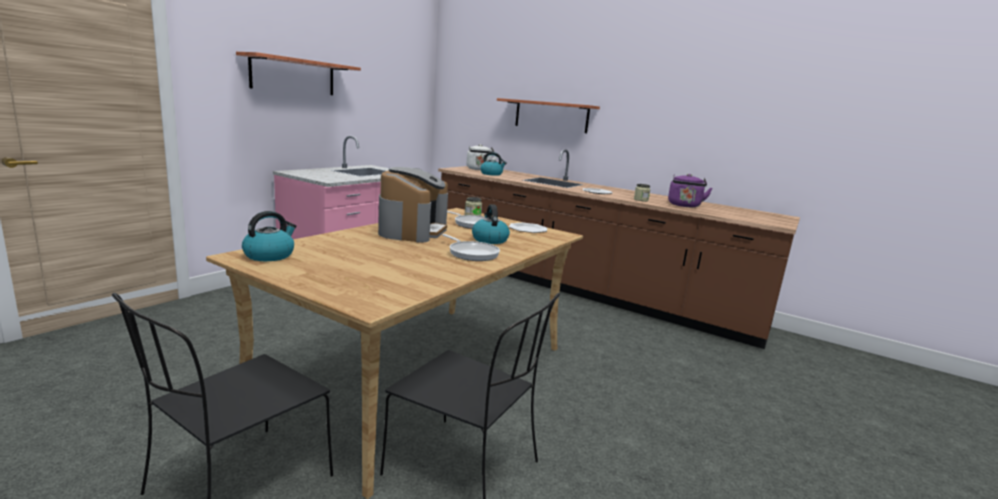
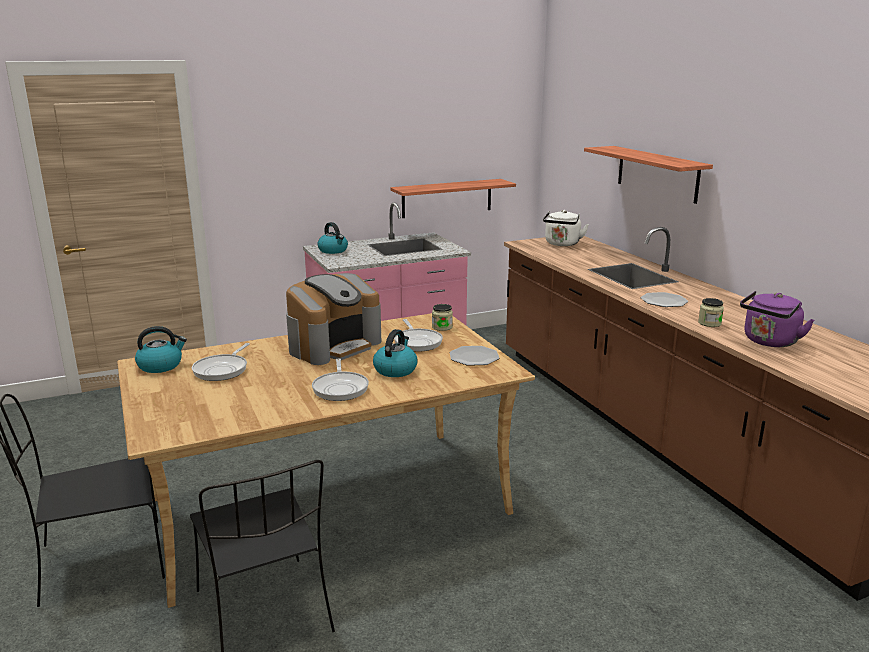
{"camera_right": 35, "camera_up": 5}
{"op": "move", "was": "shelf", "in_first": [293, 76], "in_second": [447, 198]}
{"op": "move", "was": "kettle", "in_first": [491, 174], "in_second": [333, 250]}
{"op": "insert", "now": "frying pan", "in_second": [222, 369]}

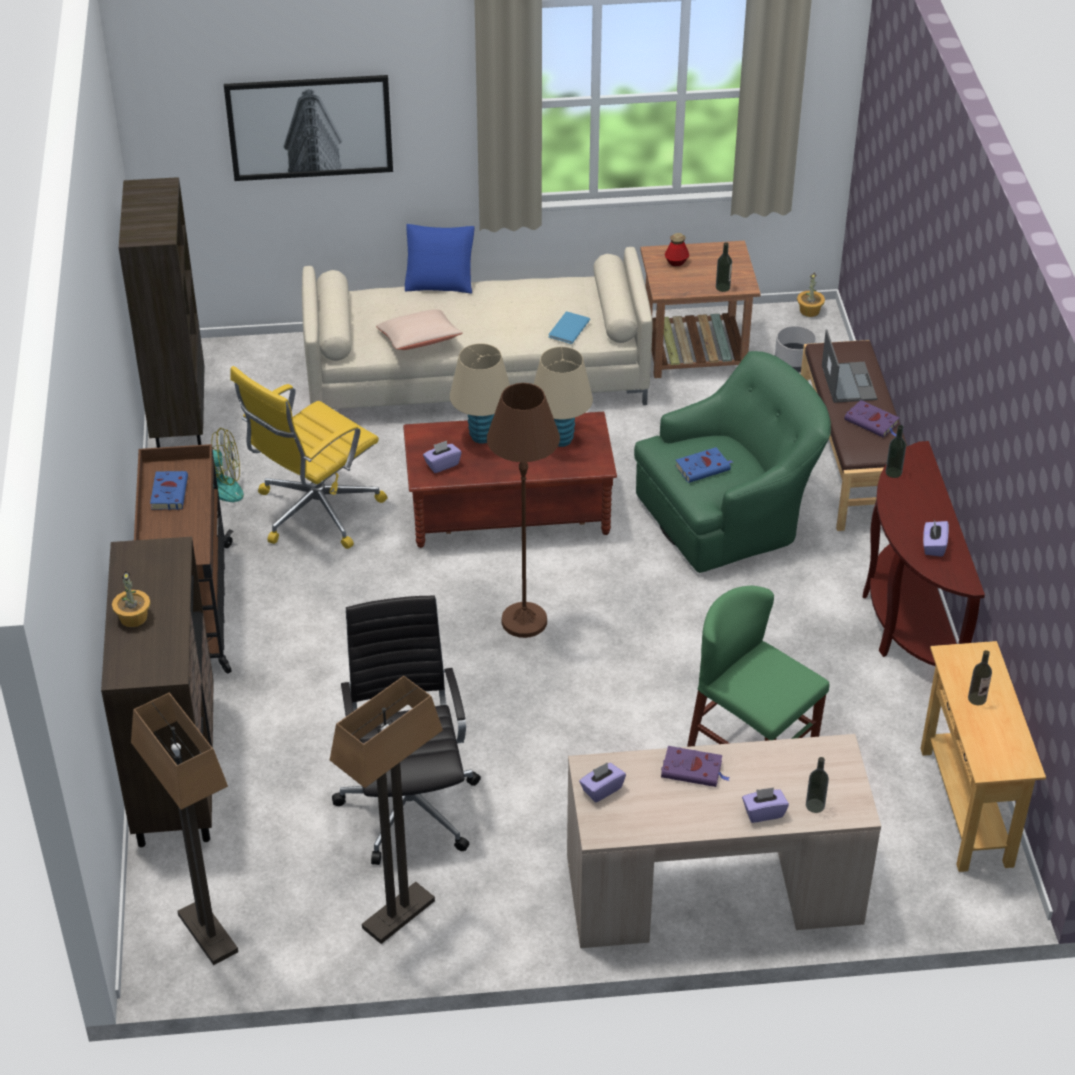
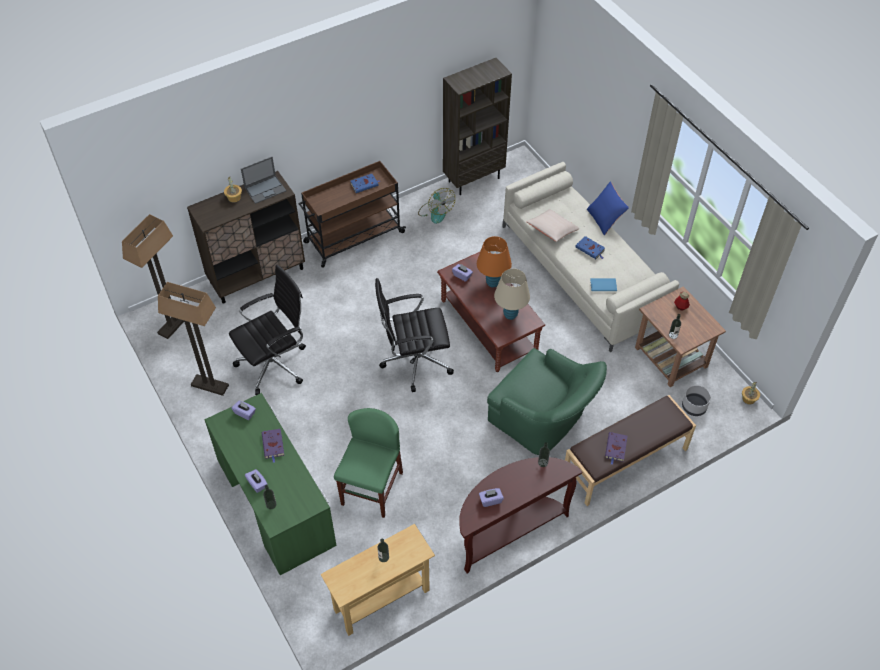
{"camera_right": 65, "camera_up": 10}
{"op": "delete", "was": "picture", "in_first": [310, 127]}
{"op": "delete", "was": "yellow office chair", "in_first": [314, 512]}
{"op": "recolor", "was": "beige table lamp", "now": "orange table lamp", "in_first": [482, 436], "in_second": [493, 283]}
{"op": "replace", "was": "brown floor lamp", "now": "black office chair", "in_first": [524, 621], "in_second": [414, 361]}
{"op": "recolor", "was": "beige desk", "now": "green desk", "in_first": [712, 888], "in_second": [276, 501]}
{"op": "move", "was": "blue book", "in_first": [703, 467], "in_second": [590, 249]}
{"op": "move", "was": "laptop", "in_first": [848, 382], "in_second": [265, 189]}

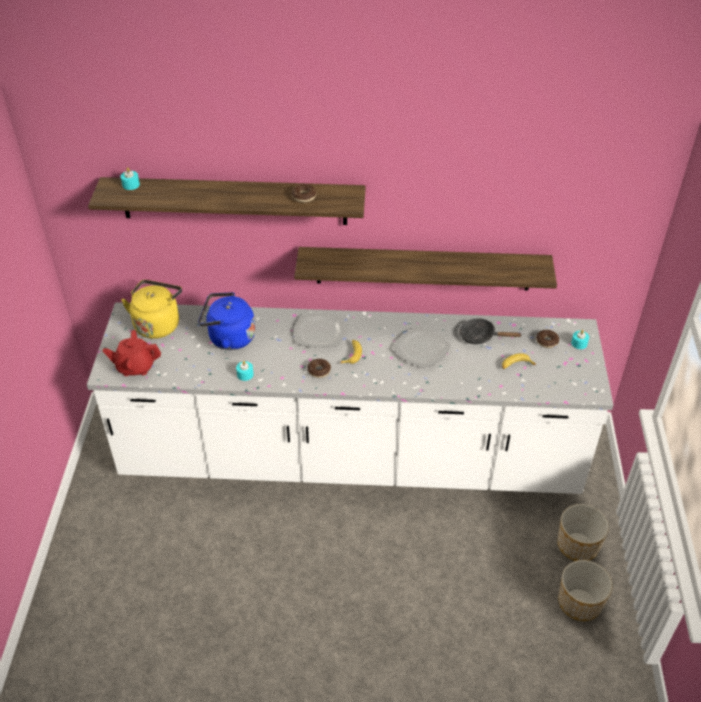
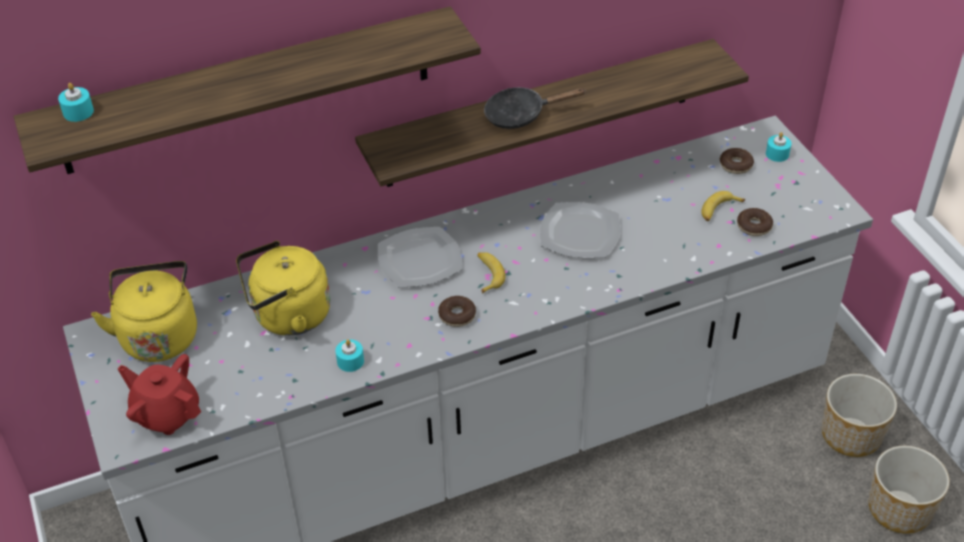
{"camera_right": -25, "camera_up": 0}
{"op": "rotate", "was": "red teapot", "in_first": [135, 367], "in_second": [166, 414], "clockwise": 60}
{"op": "recolor", "was": "blue kettle", "now": "yellow kettle", "in_first": [228, 338], "in_second": [287, 316]}
{"op": "move", "was": "donut", "in_first": [304, 196], "in_second": [754, 226]}
{"op": "move", "was": "black frying pan", "in_first": [480, 336], "in_second": [520, 115]}

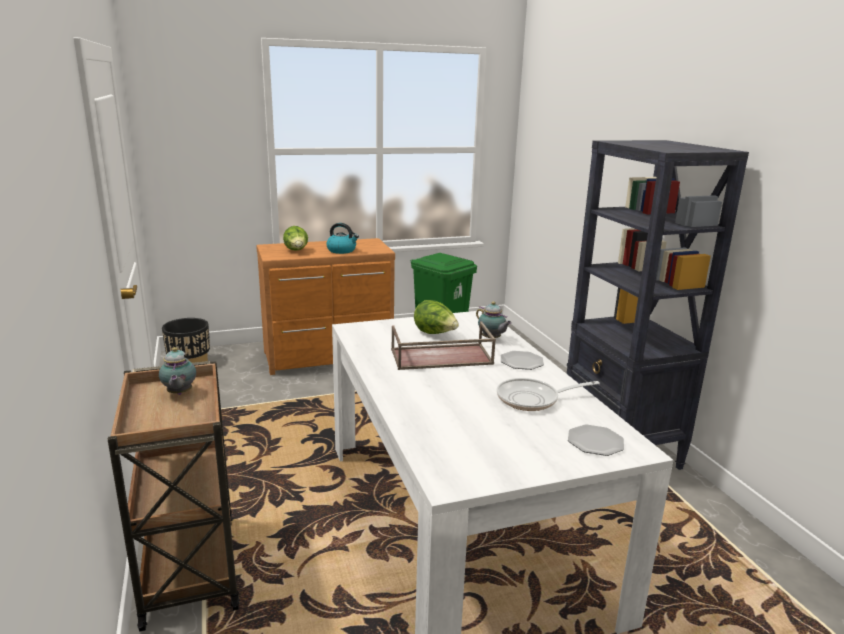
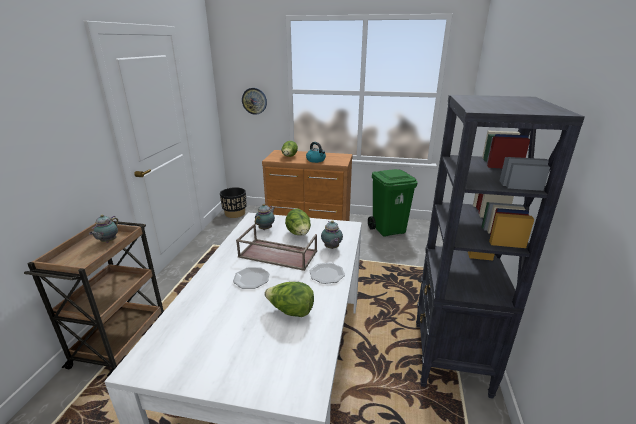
{"camera_right": 30, "camera_up": 5}
{"op": "replace", "was": "frying pan", "now": "lettuce", "in_first": [533, 399], "in_second": [291, 311]}
{"op": "move", "was": "plate", "in_first": [594, 442], "in_second": [251, 279]}
{"op": "insert", "now": "wall clock", "in_second": [254, 101]}
{"op": "insert", "now": "teapot", "in_second": [266, 228]}

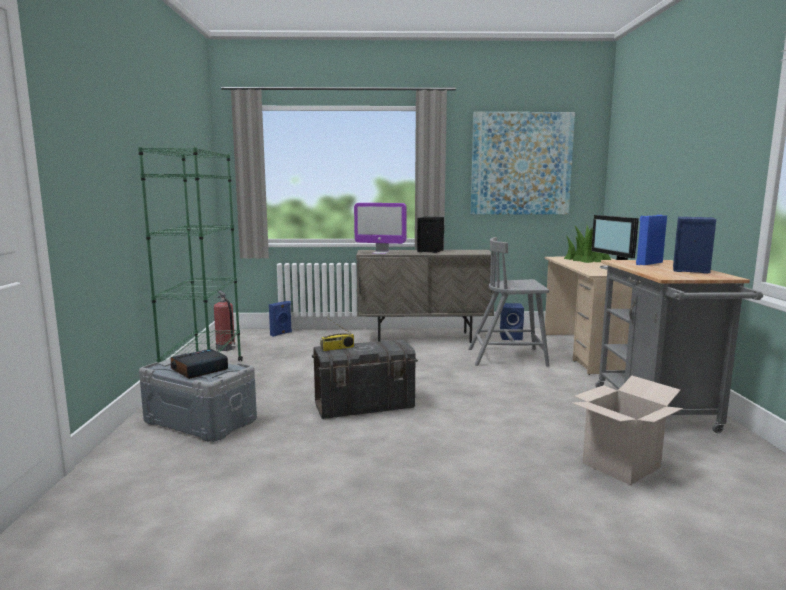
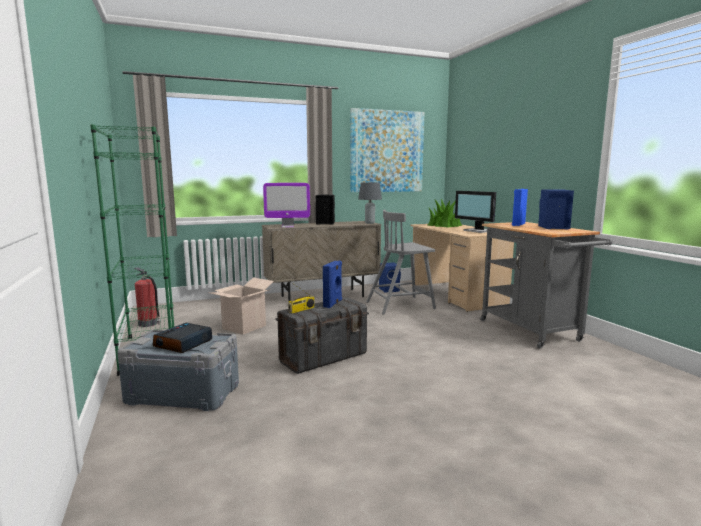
{"camera_right": -20, "camera_up": 0}
{"op": "move", "was": "blue speaker", "in_first": [281, 334], "in_second": [333, 304]}
{"op": "move", "was": "cardboard box", "in_first": [621, 465], "in_second": [244, 327]}
{"op": "insert", "now": "grey table lamp", "in_second": [369, 223]}

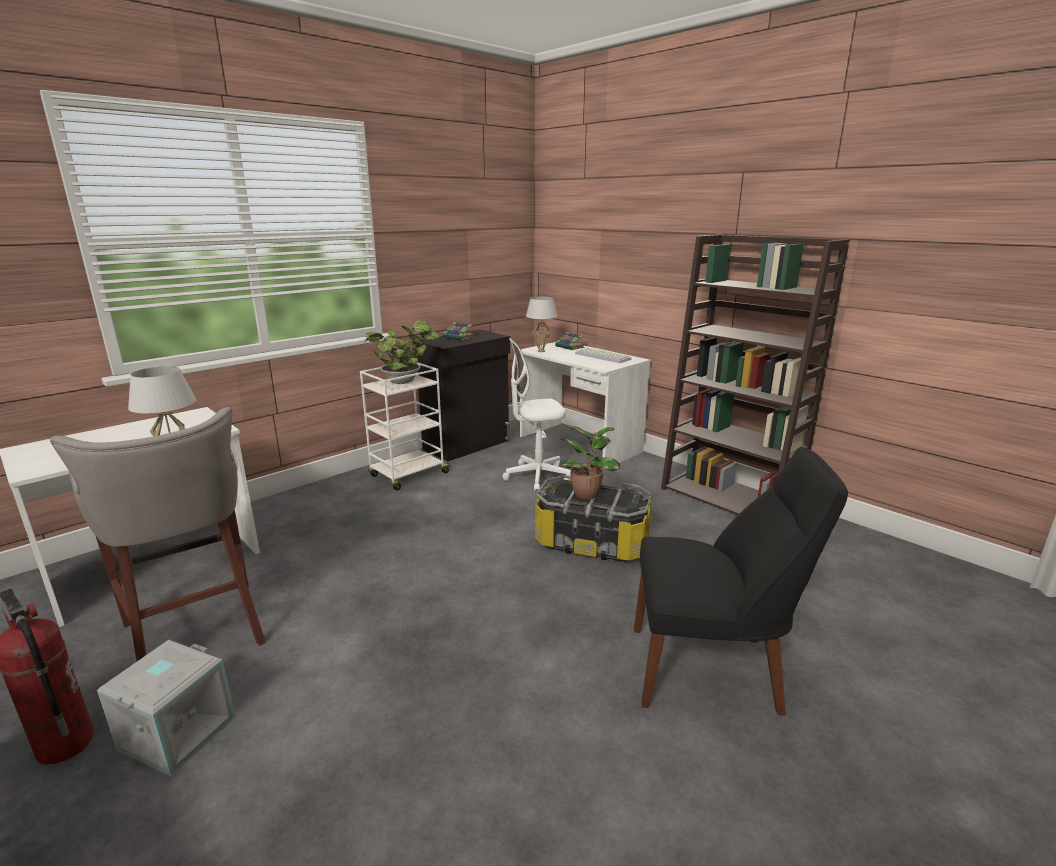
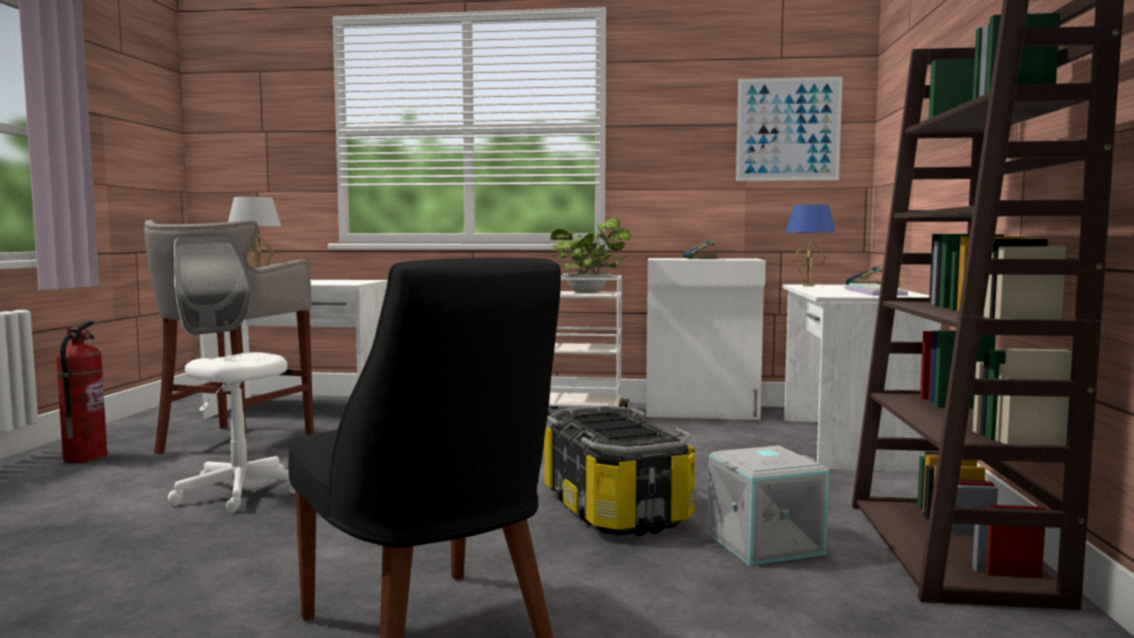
{"camera_right": 50, "camera_up": -15}
{"op": "move", "was": "grey storage box", "in_first": [177, 731], "in_second": [764, 543]}
{"op": "recolor", "was": "black cabinet", "now": "white cabinet", "in_first": [468, 445], "in_second": [702, 412]}
{"op": "move", "was": "white office chair", "in_first": [537, 476], "in_second": [238, 492]}
{"op": "recolor", "was": "white table lamp", "now": "blue table lamp", "in_first": [541, 351], "in_second": [808, 286]}
{"op": "delete", "was": "potted plant", "in_first": [587, 494]}
{"op": "insert", "now": "picture", "in_second": [788, 129]}

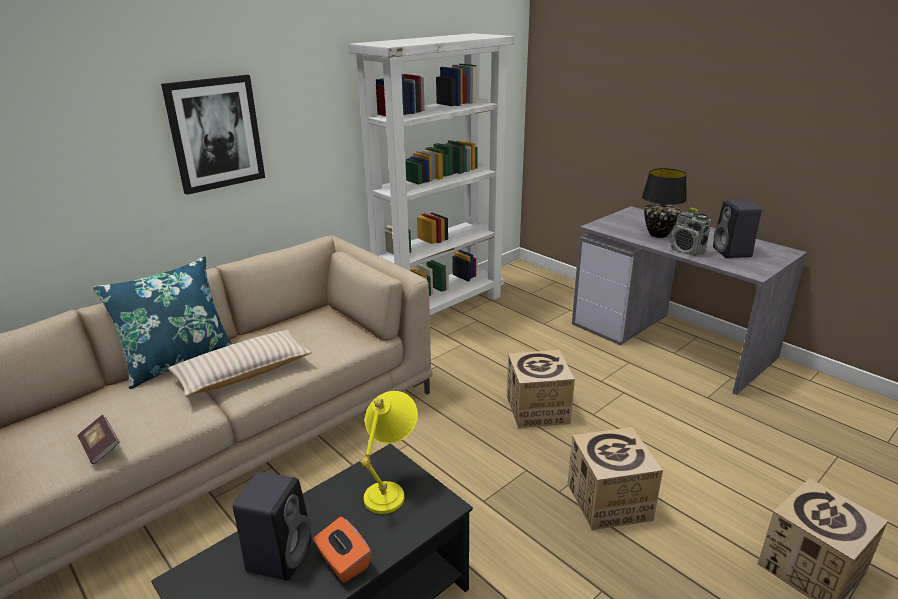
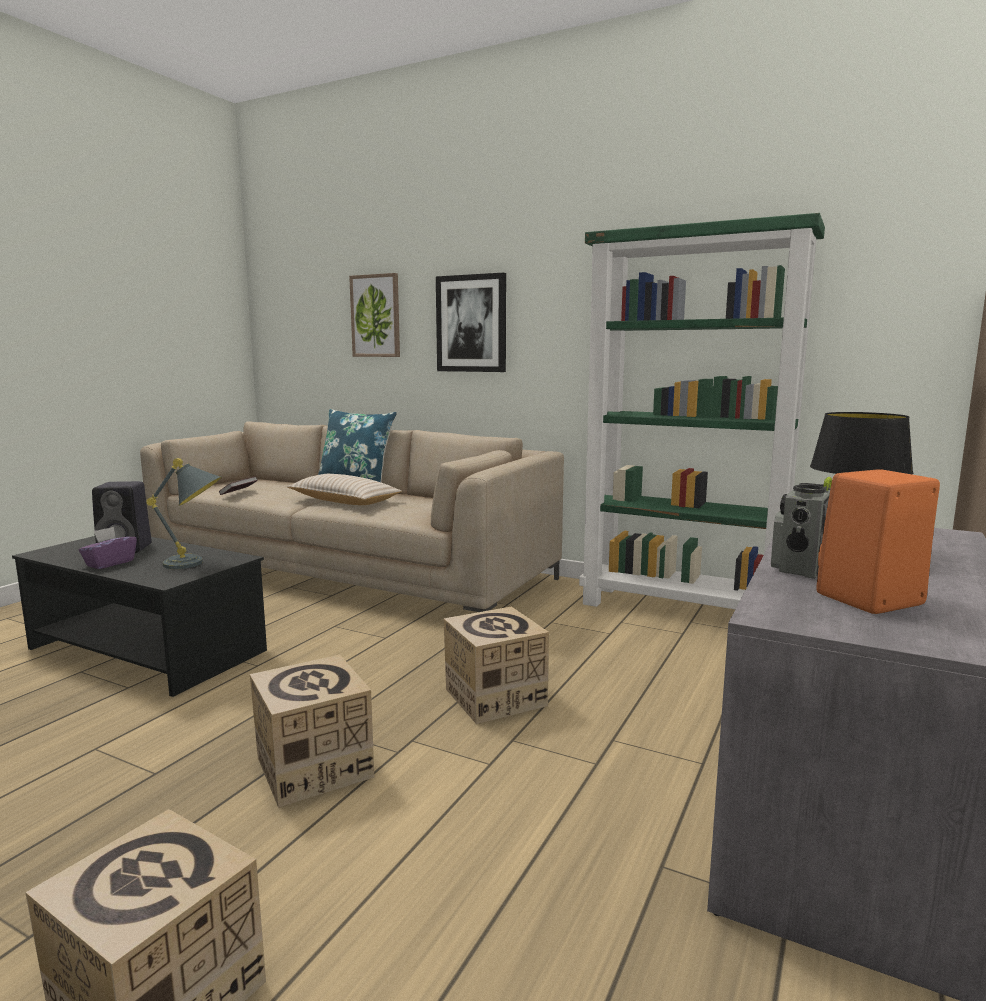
{"camera_right": 70, "camera_up": -15}
{"op": "recolor", "was": "orange tissue box", "now": "purple tissue box", "in_first": [343, 562], "in_second": [110, 563]}
{"op": "recolor", "was": "white bookcase", "now": "green bookcase", "in_first": [440, 309], "in_second": [682, 609]}
{"op": "recolor", "was": "yellow table lamp", "now": "grey table lamp", "in_first": [391, 488], "in_second": [196, 564]}
{"op": "recolor", "was": "black speaker", "now": "orange speaker", "in_first": [732, 253], "in_second": [868, 600]}
{"op": "insert", "now": "picture", "in_second": [376, 316]}

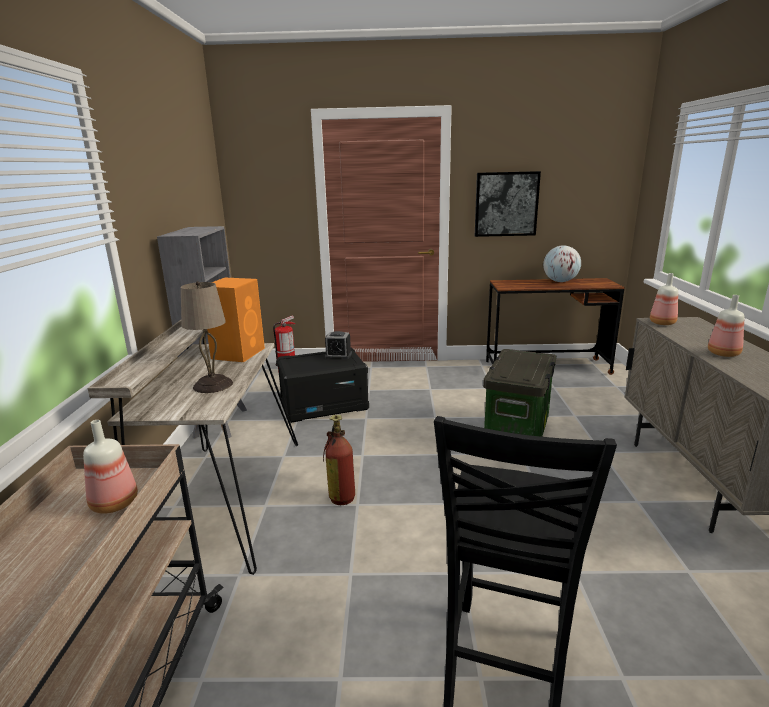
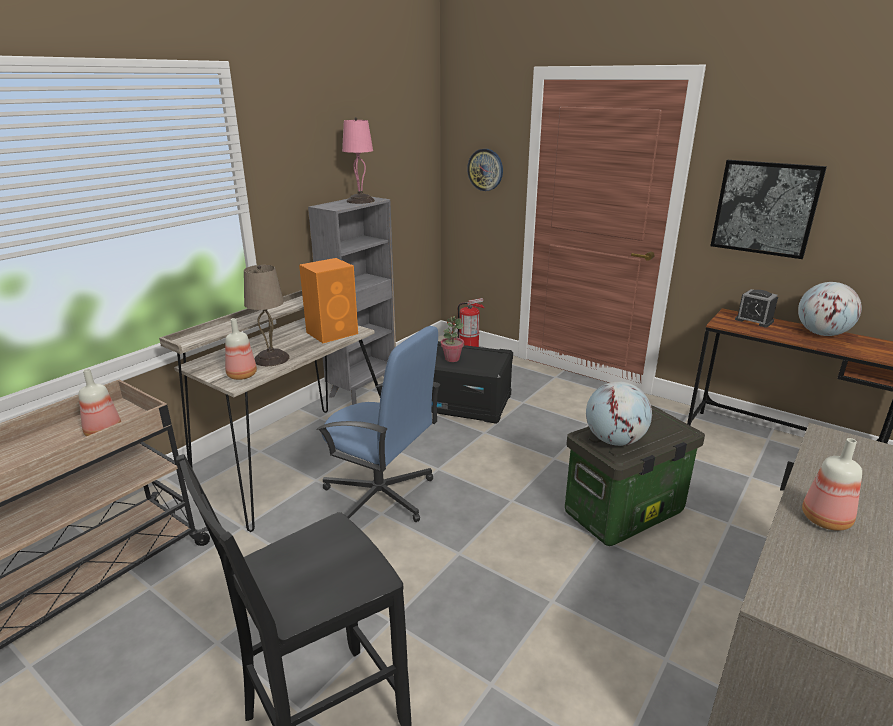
{"camera_right": 35, "camera_up": 5}
{"op": "replace", "was": "fire extinguisher", "now": "blue office chair", "in_first": [340, 492], "in_second": [381, 496]}
{"op": "move", "was": "alarm clock", "in_first": [338, 355], "in_second": [754, 320]}
{"op": "move", "was": "bottle", "in_first": [663, 323], "in_second": [241, 376]}
{"op": "insert", "now": "pink table lamp", "in_second": [360, 201]}
{"op": "insert", "now": "potted plant", "in_second": [452, 359]}
{"op": "insert", "now": "wall clock", "in_second": [485, 169]}
{"op": "insert", "now": "globe", "in_second": [614, 440]}

